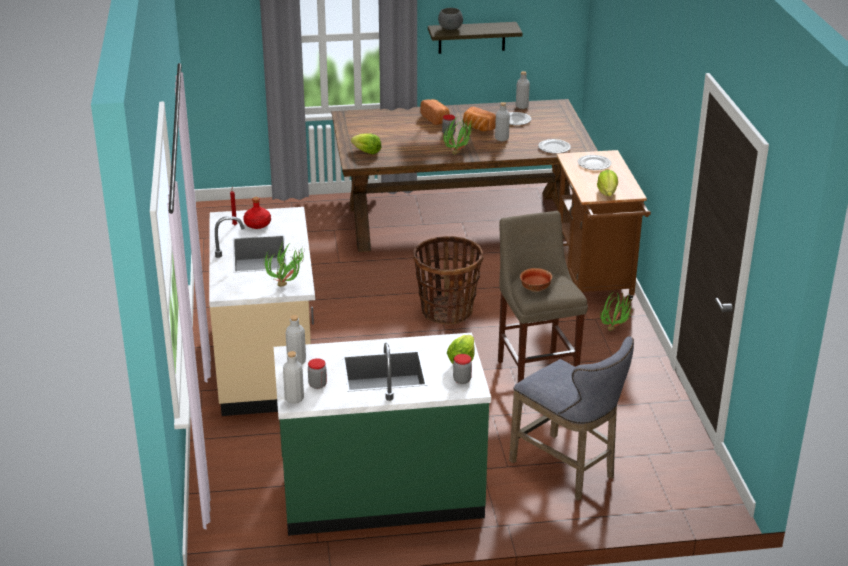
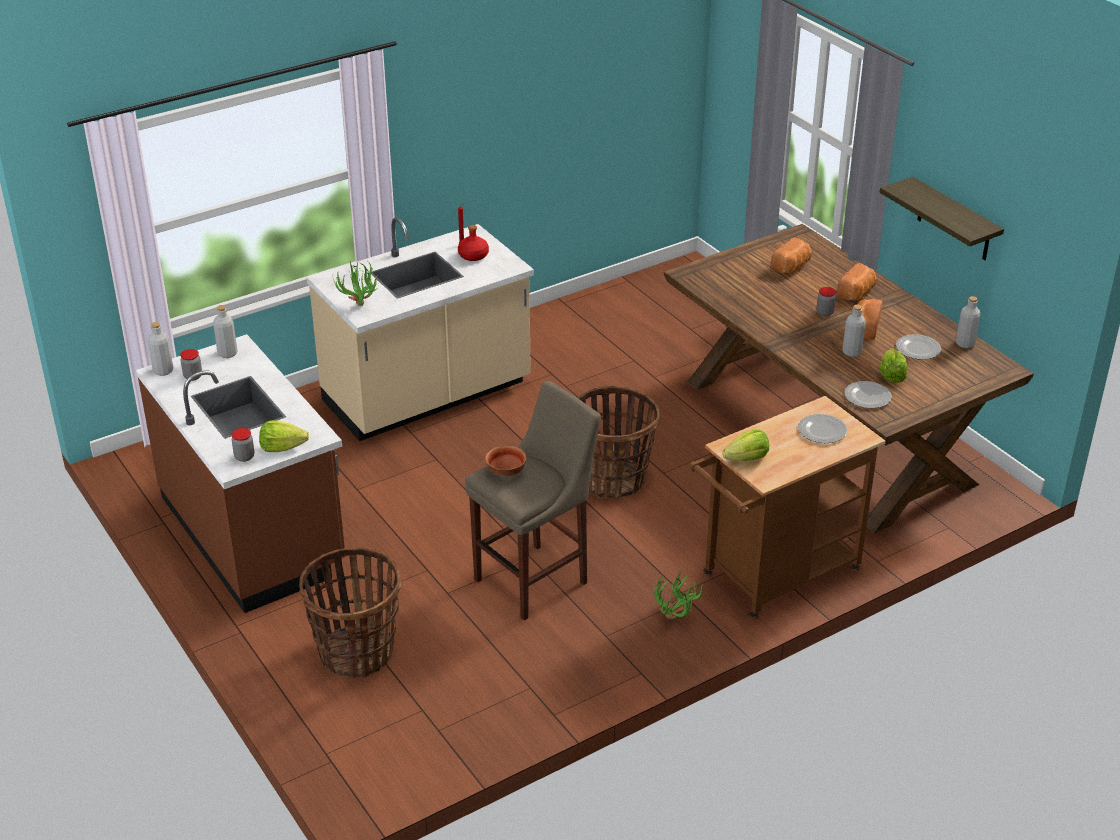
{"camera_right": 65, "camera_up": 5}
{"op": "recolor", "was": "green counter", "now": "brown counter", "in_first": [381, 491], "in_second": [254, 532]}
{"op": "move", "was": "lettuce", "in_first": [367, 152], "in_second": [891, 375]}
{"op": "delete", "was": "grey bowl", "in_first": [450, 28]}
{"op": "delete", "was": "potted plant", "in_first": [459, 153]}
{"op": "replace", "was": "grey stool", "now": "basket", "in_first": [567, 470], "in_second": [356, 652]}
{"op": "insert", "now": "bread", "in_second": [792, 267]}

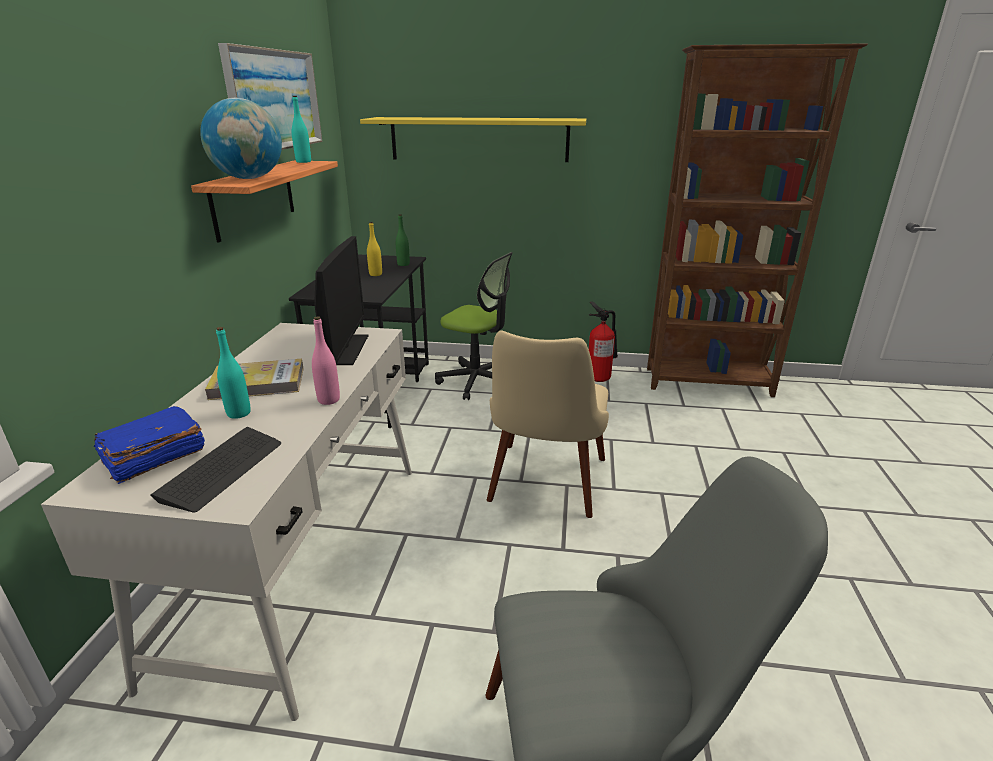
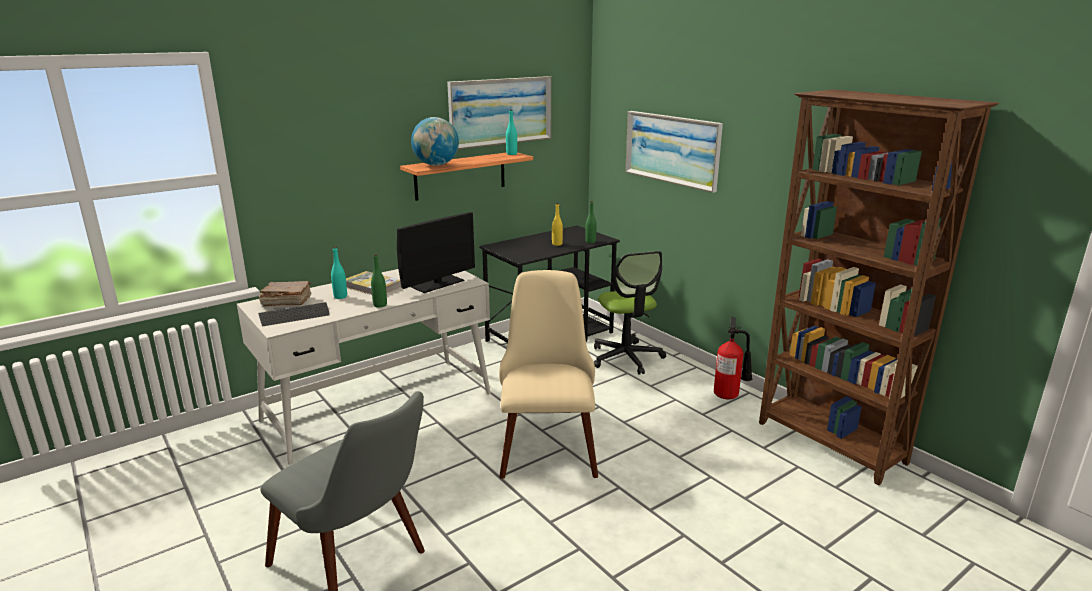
{"camera_right": 45, "camera_up": -5}
{"op": "recolor", "was": "blue book", "now": "brown book", "in_first": [153, 457], "in_second": [286, 302]}
{"op": "recolor", "was": "pink bottle", "now": "green bottle", "in_first": [329, 400], "in_second": [380, 305]}
{"op": "replace", "was": "yellow shelf", "now": "picture", "in_first": [479, 139], "in_second": [672, 149]}
{"op": "rotate", "was": "beige chair", "in_first": [544, 489], "in_second": [547, 442], "clockwise": 120}

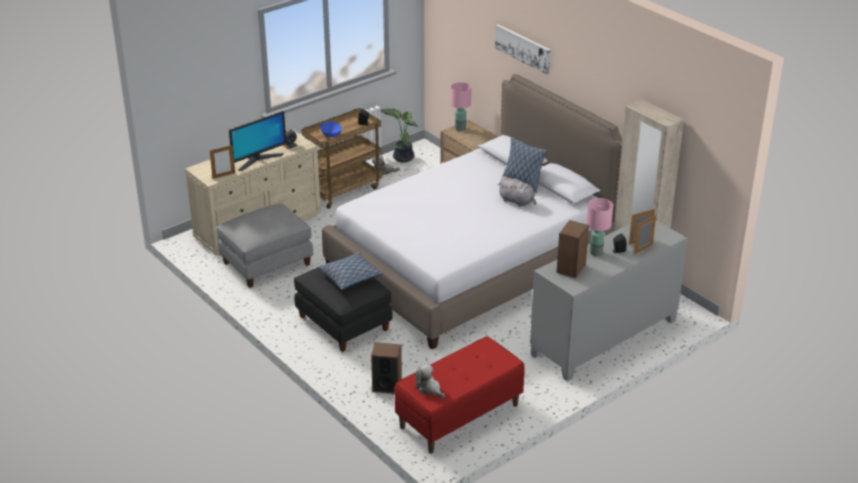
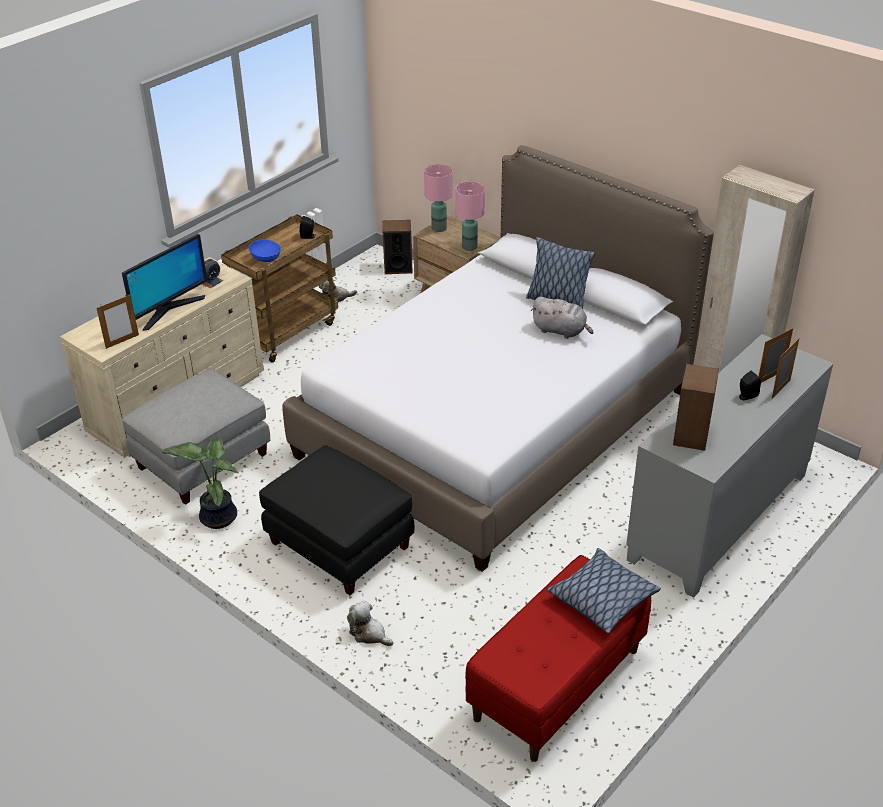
{"camera_right": -10, "camera_up": 5}
{"op": "move", "was": "pillow", "in_first": [350, 277], "in_second": [602, 598]}
{"op": "move", "was": "speaker", "in_first": [387, 386], "in_second": [398, 268]}
{"op": "move", "was": "potted plant", "in_first": [402, 157], "in_second": [216, 517]}
{"op": "move", "was": "plush toy", "in_first": [429, 389], "in_second": [369, 633]}
{"op": "delete", "was": "picture", "in_first": [523, 48]}
{"op": "move", "was": "pink table lamp", "in_first": [596, 252], "in_second": [470, 247]}

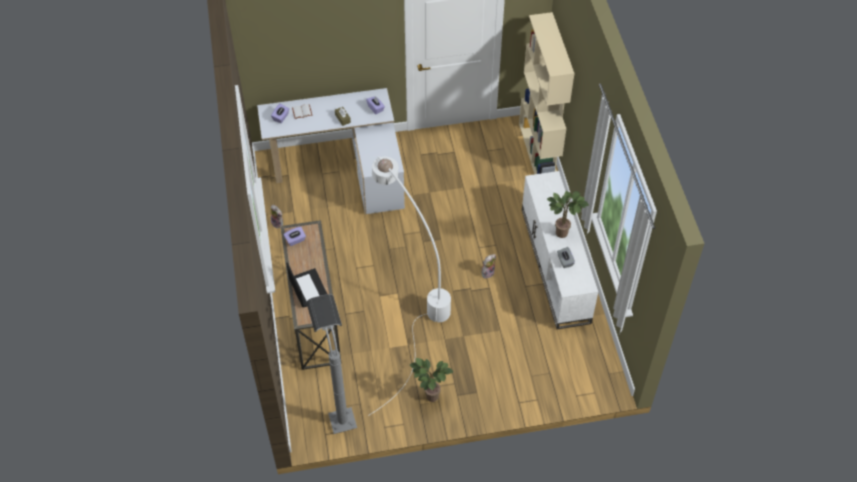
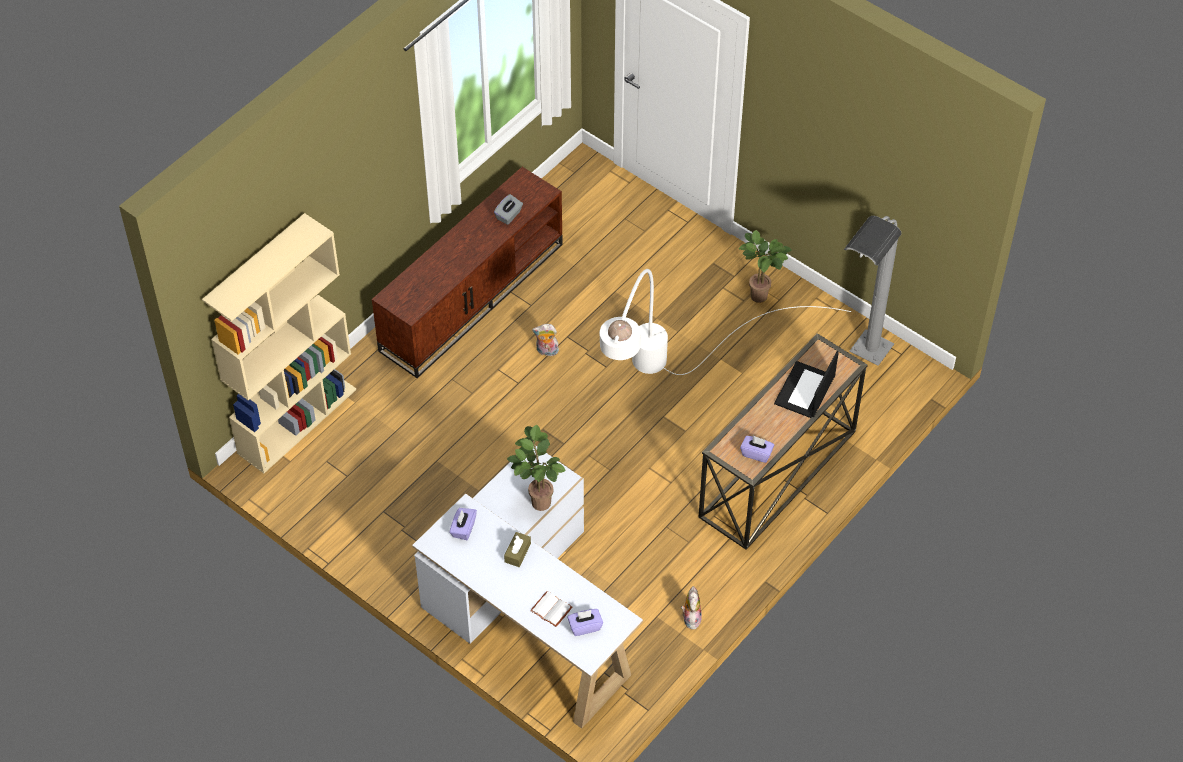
{"camera_right": -130, "camera_up": 0}
{"op": "recolor", "was": "white tv stand", "now": "brown tv stand", "in_first": [556, 265], "in_second": [472, 295]}
{"op": "move", "was": "potted plant", "in_first": [563, 232], "in_second": [537, 501]}

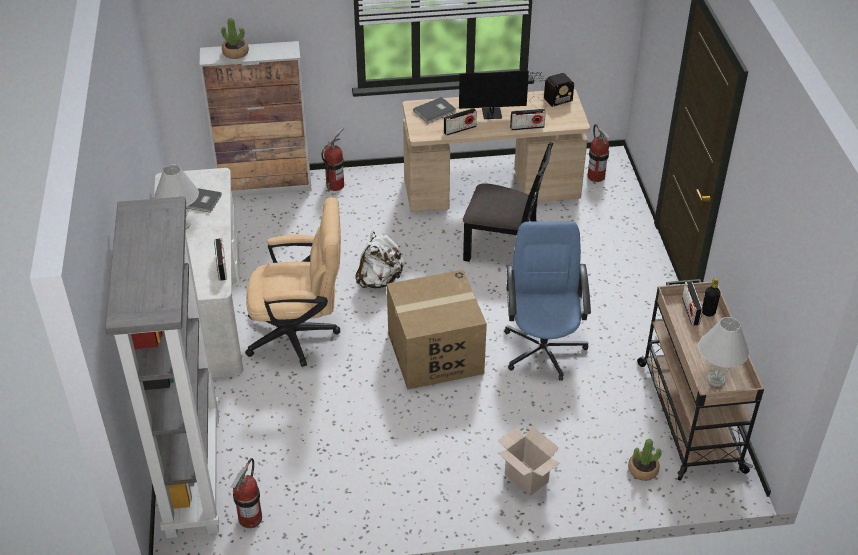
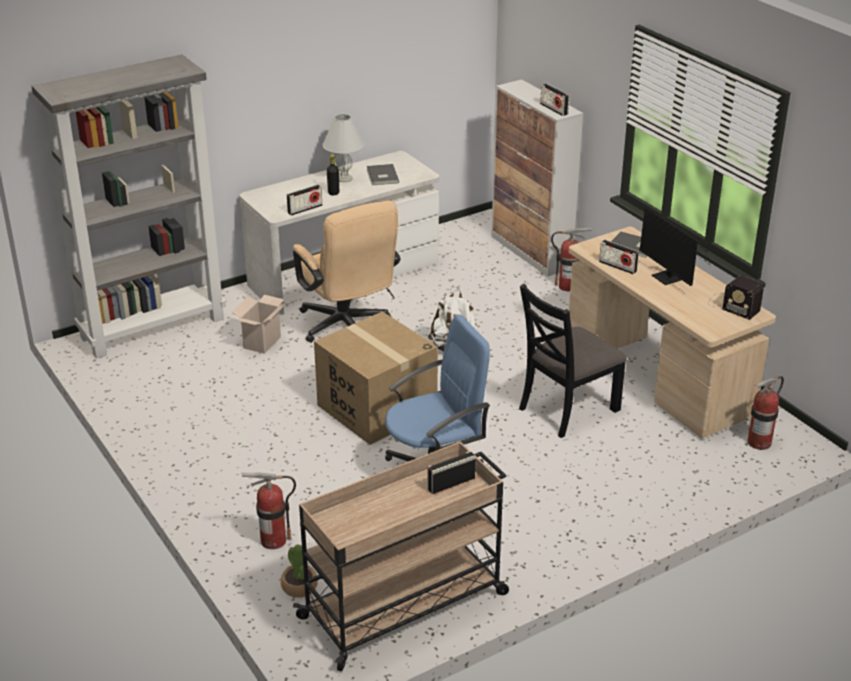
{"camera_right": 65, "camera_up": -10}
{"op": "delete", "was": "potted plant", "in_first": [235, 53]}
{"op": "move", "was": "fire extinguisher", "in_first": [250, 518], "in_second": [273, 540]}
{"op": "rotate", "was": "black chair", "in_first": [503, 249], "in_second": [567, 409], "clockwise": 60}
{"op": "move", "was": "cardboard box", "in_first": [524, 478], "in_second": [262, 342]}
{"op": "move", "was": "radio", "in_first": [527, 127], "in_second": [554, 109]}
{"op": "delete", "was": "white table lamp", "in_first": [716, 379]}
{"op": "move", "was": "black bottle", "in_first": [708, 312], "in_second": [333, 193]}

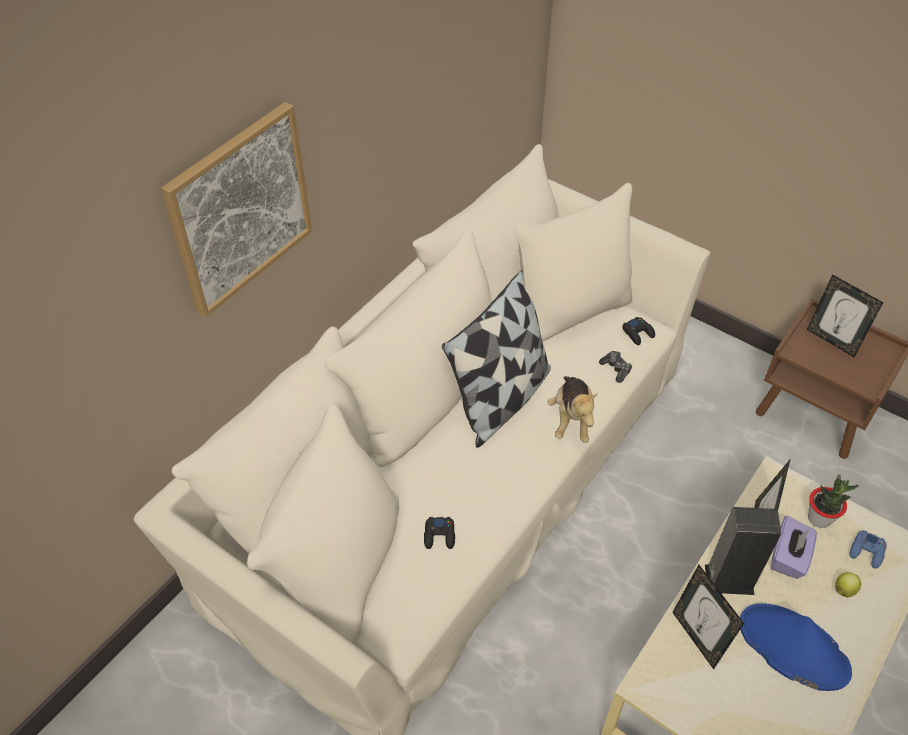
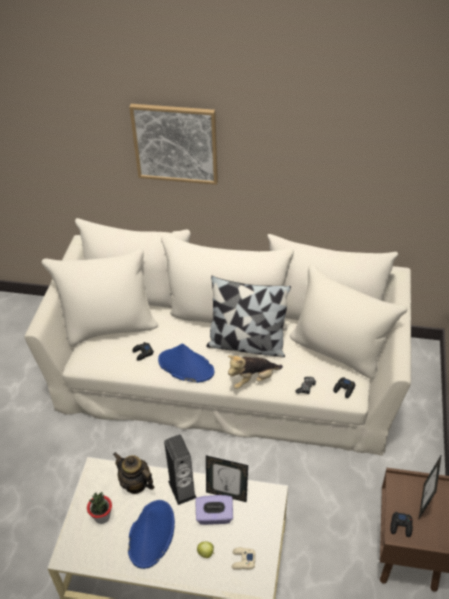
{"camera_right": 65, "camera_up": -5}
{"op": "replace", "was": "picture frame", "now": "teapot", "in_first": [697, 637], "in_second": [135, 484]}
{"op": "move", "was": "potted plant", "in_first": [819, 518], "in_second": [102, 517]}
{"op": "recolor", "was": "blue game controller", "now": "beige game controller", "in_first": [867, 551], "in_second": [243, 560]}
{"op": "insert", "now": "blue hat", "in_second": [185, 366]}
{"op": "insert", "now": "black game controller", "in_second": [401, 526]}

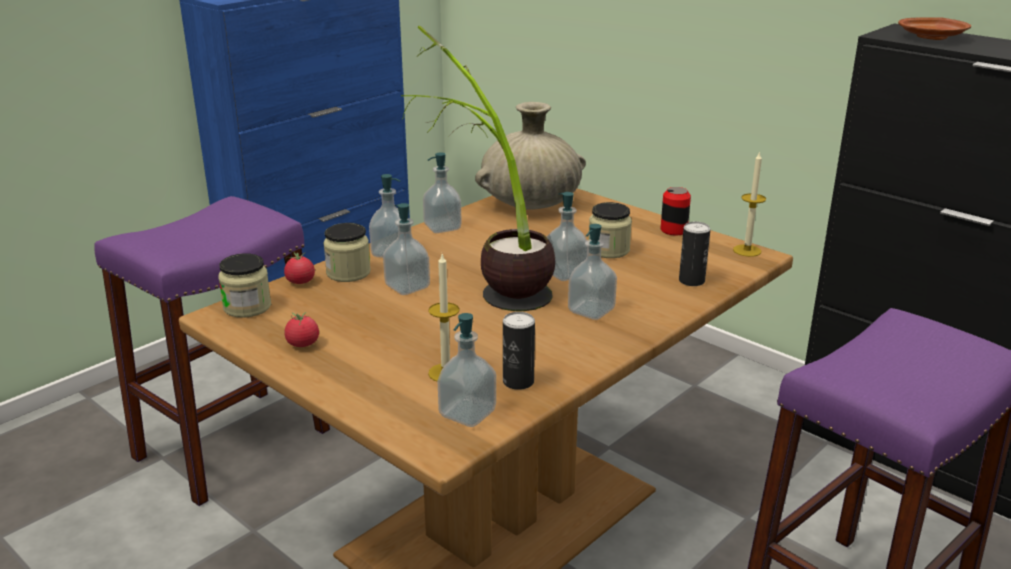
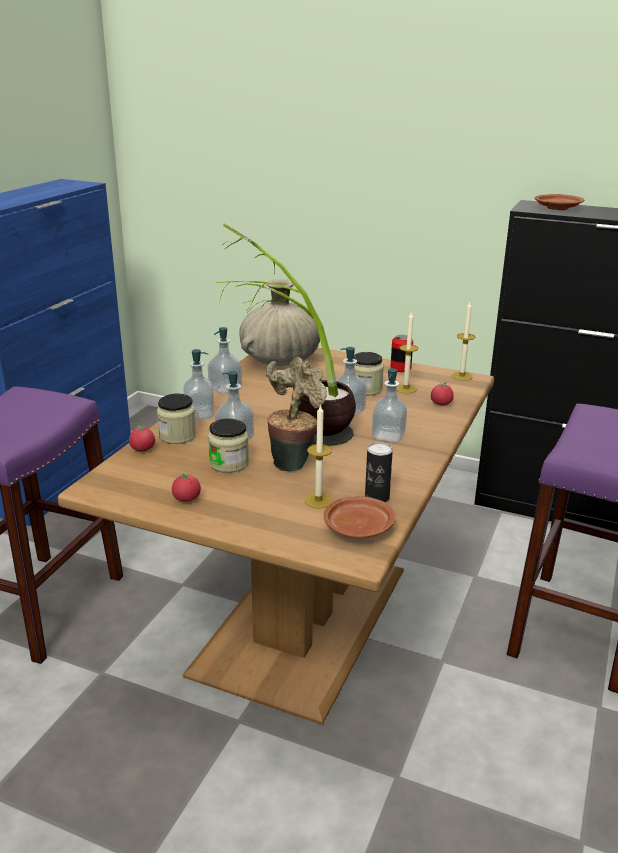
{"camera_right": -20, "camera_up": 0}
{"op": "move", "was": "jar", "in_first": [247, 307], "in_second": [229, 463]}
{"op": "replace", "was": "soap dispenser", "now": "brown plate", "in_first": [467, 414], "in_second": [359, 528]}
{"op": "replace", "was": "can", "now": "tomato", "in_first": [691, 281], "in_second": [441, 403]}
{"op": "insert", "now": "potted plant", "in_second": [293, 461]}
{"op": "insert", "now": "candle", "in_second": [405, 389]}

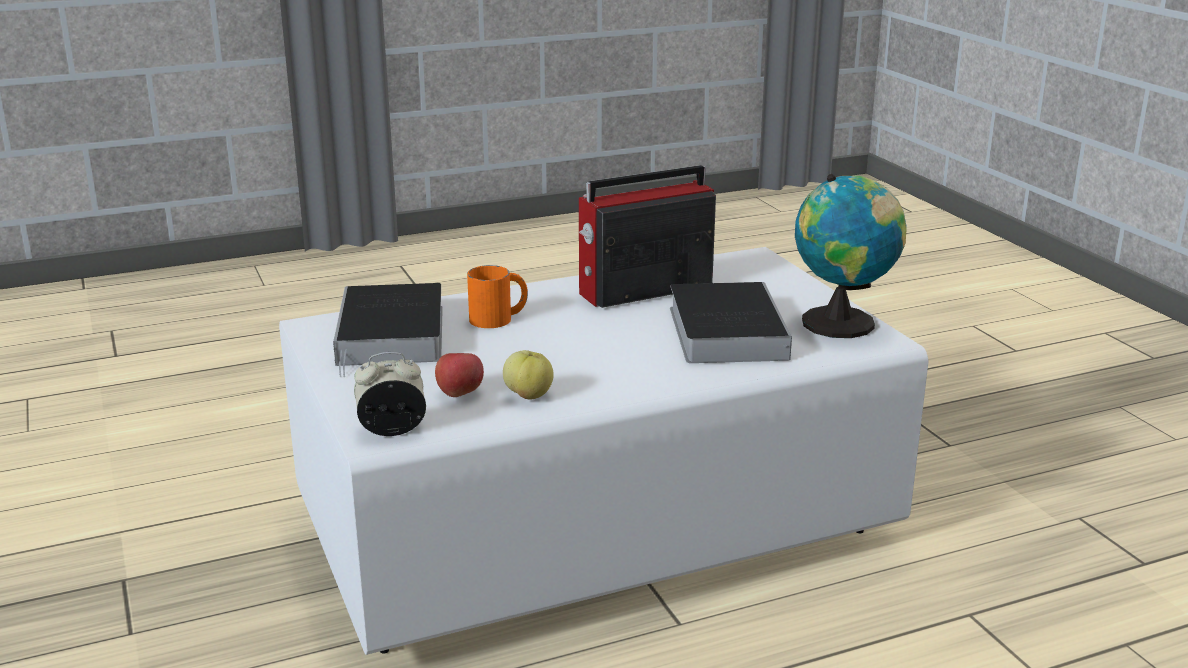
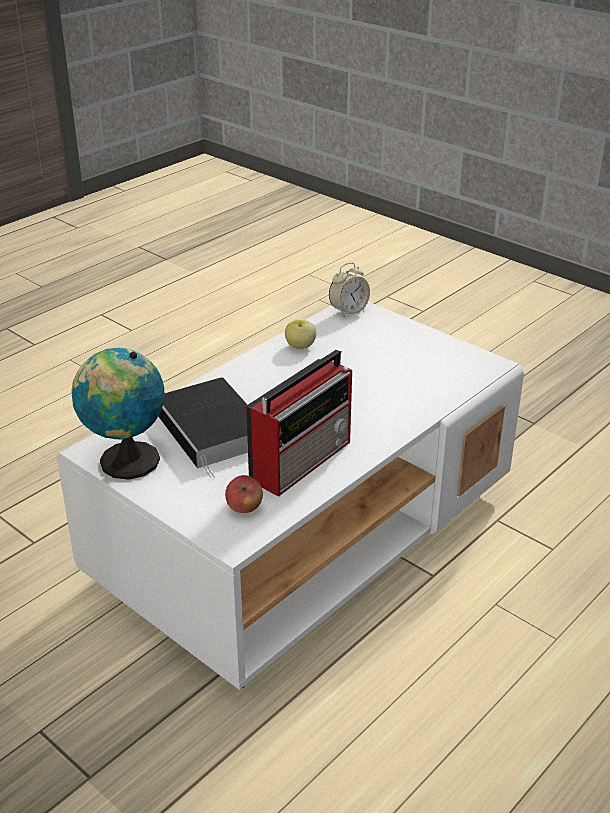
{"camera_right": 155, "camera_up": 10}
{"op": "delete", "was": "book", "in_first": [392, 336]}
{"op": "move", "was": "apple", "in_first": [460, 393], "in_second": [244, 508]}
{"op": "delete", "was": "orange mug", "in_first": [499, 318]}

